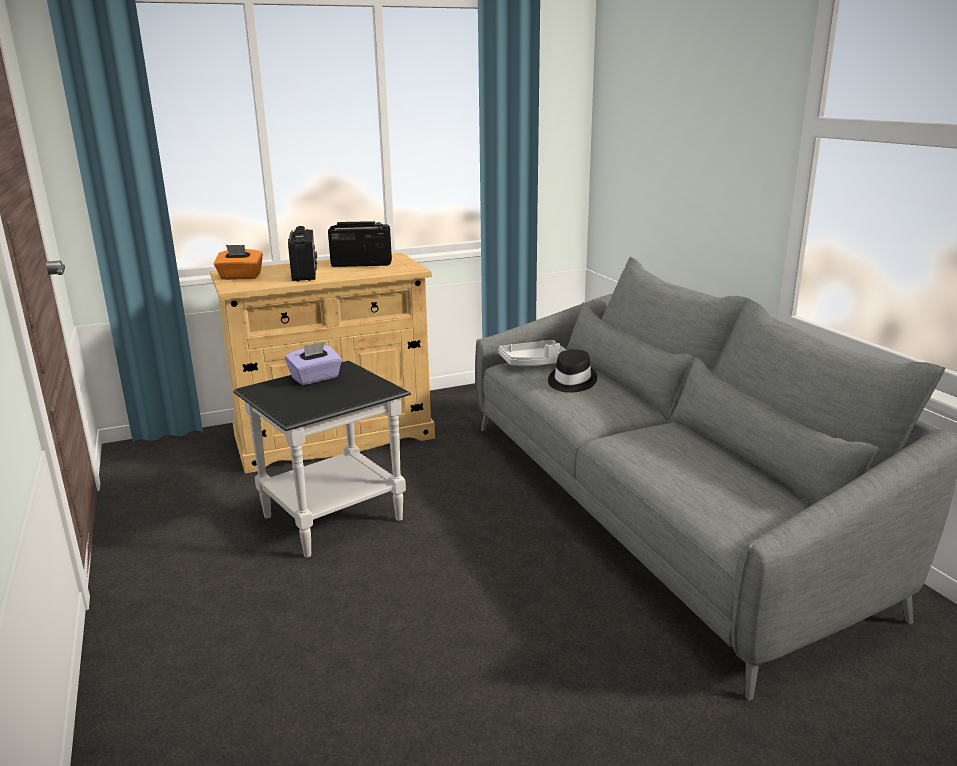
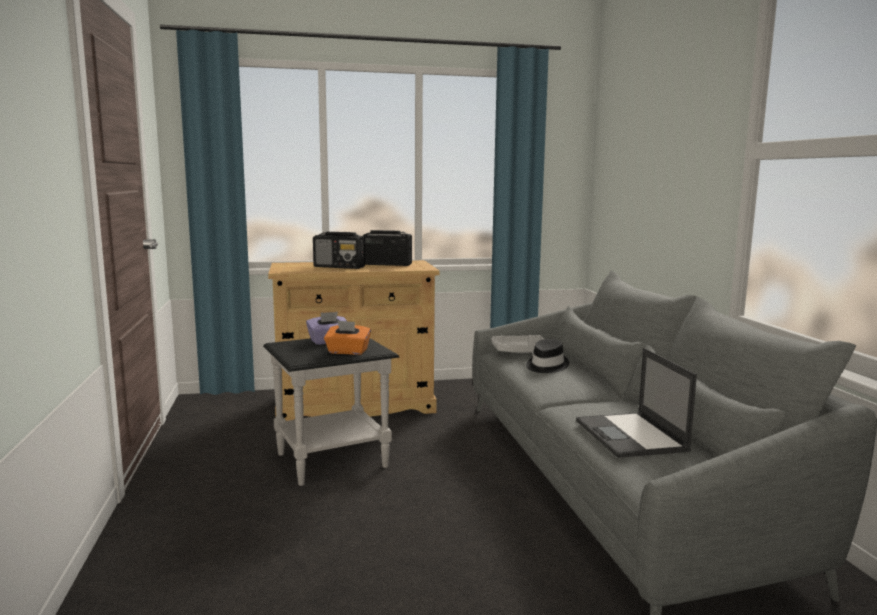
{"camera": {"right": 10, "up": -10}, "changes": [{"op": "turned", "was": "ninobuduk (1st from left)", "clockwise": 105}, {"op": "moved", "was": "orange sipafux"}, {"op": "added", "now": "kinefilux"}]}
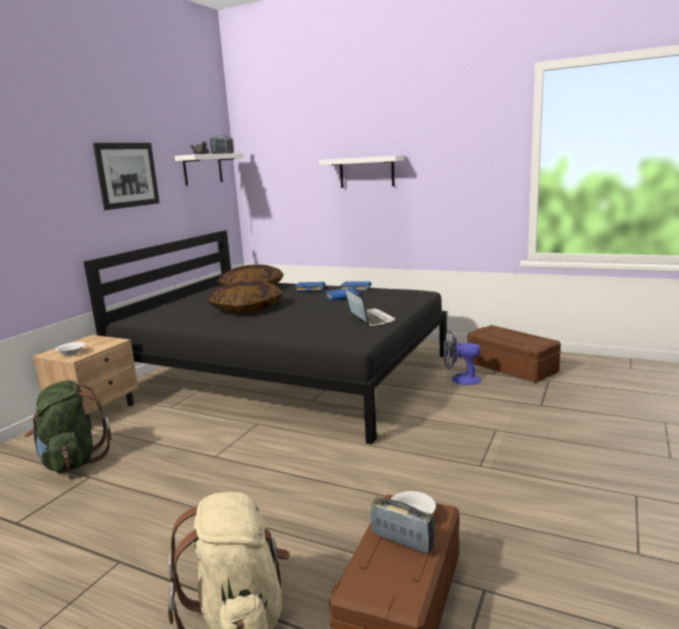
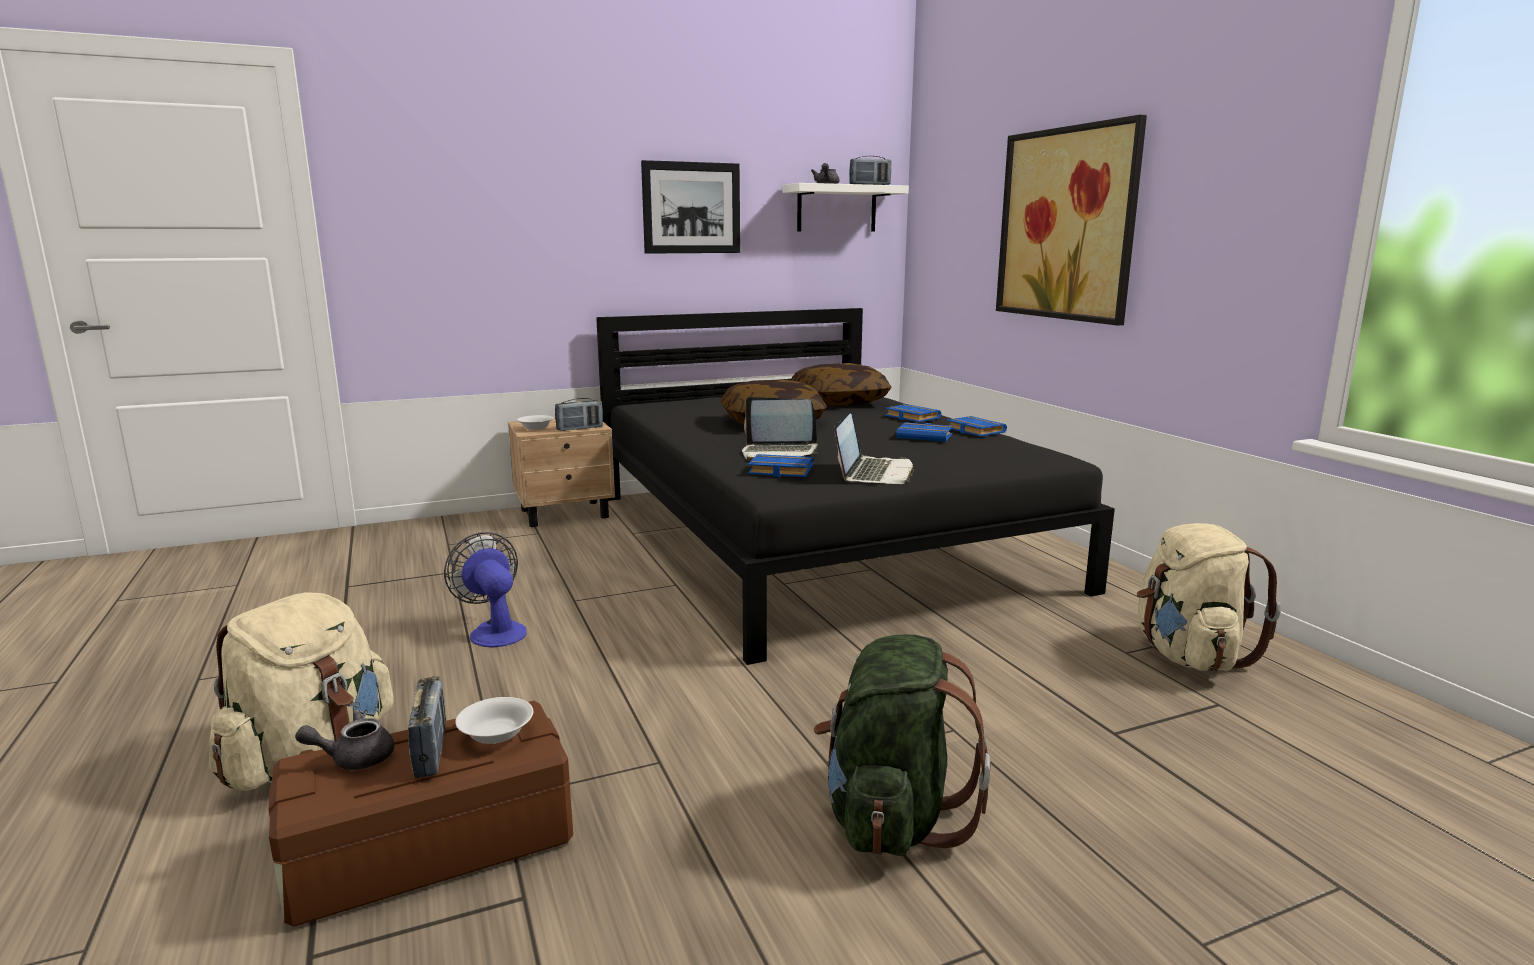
{"camera": {"right": 40, "up": 0}, "changes": [{"op": "replaced", "was": "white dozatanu (2nd from left)", "now": "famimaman (2nd from left)"}, {"op": "replaced", "was": "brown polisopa (2nd from left)", "now": "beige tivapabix (2nd from left)"}, {"op": "moved", "was": "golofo"}, {"op": "moved", "was": "green tivapabix"}, {"op": "added", "now": "kinefilux (1st from left)"}, {"op": "added", "now": "ninobuduk (2nd from left)"}, {"op": "added", "now": "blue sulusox (1st from left)"}, {"op": "added", "now": "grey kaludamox (1st from left)"}]}
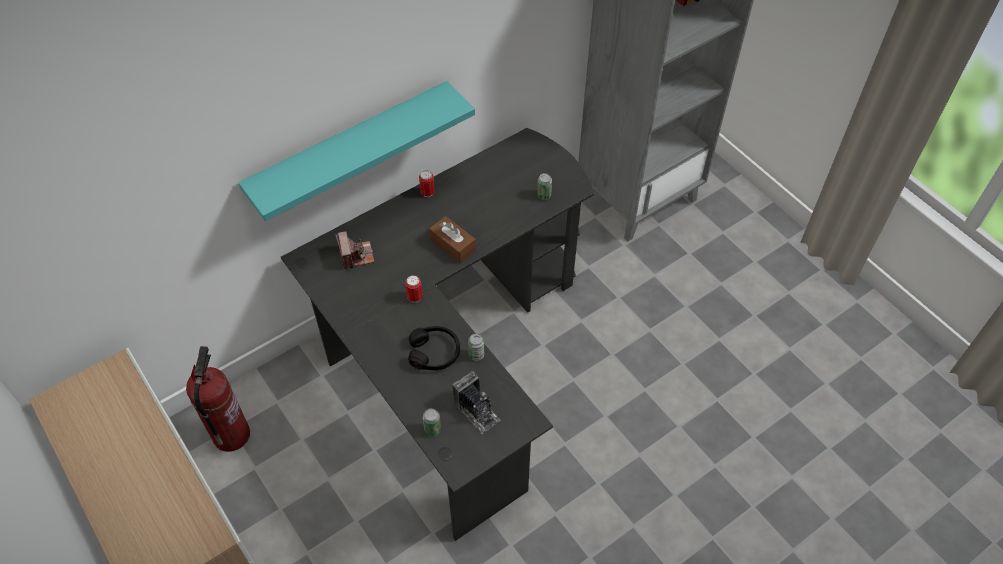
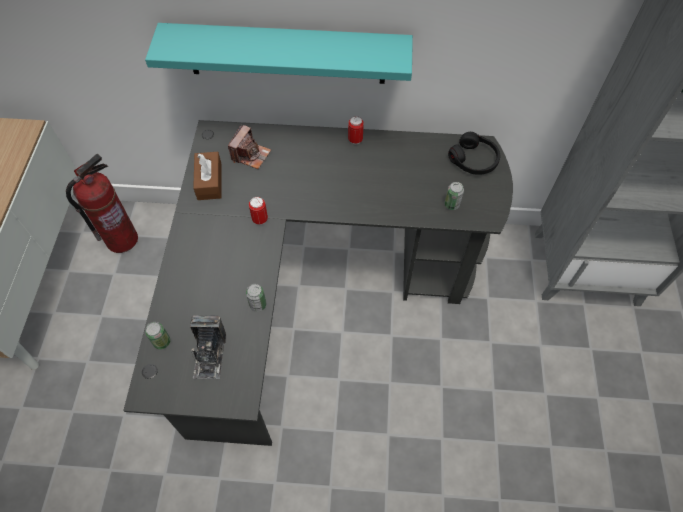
{"camera": {"right": 40, "up": 5}, "changes": [{"op": "moved", "was": "brown sipafux"}, {"op": "moved", "was": "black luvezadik"}]}
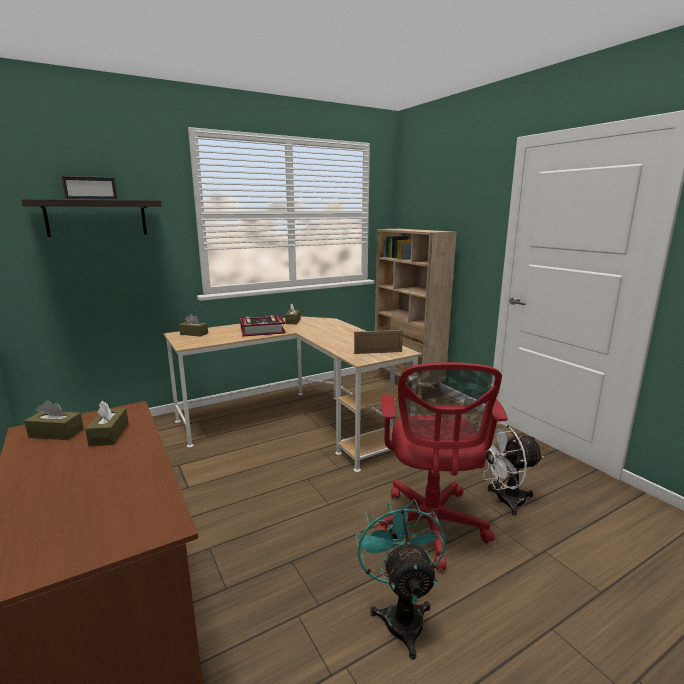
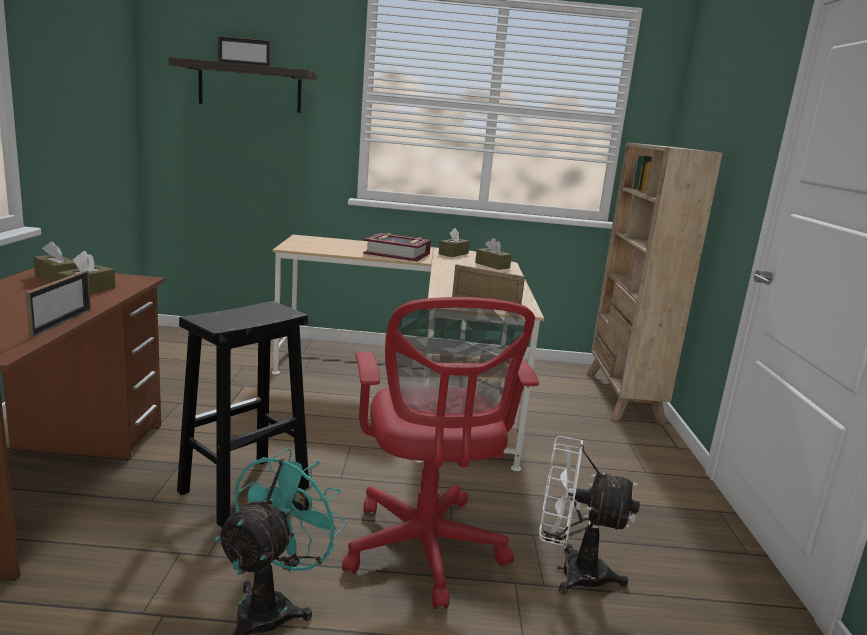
{"camera": {"right": 30, "up": 0}, "changes": [{"op": "moved", "was": "brown sipafux (3rd from left in the first image)", "now": "brown sipafux (4th from left)"}, {"op": "turned", "was": "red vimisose", "clockwise": -45}, {"op": "added", "now": "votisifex (1st from left)"}, {"op": "added", "now": "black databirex"}]}
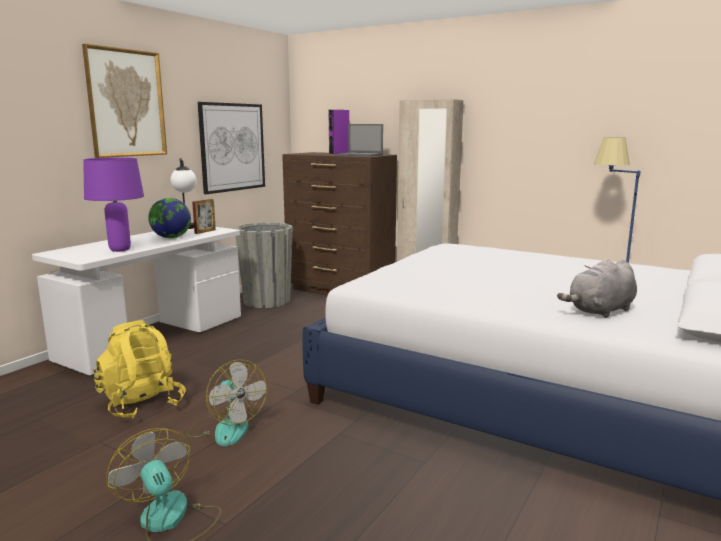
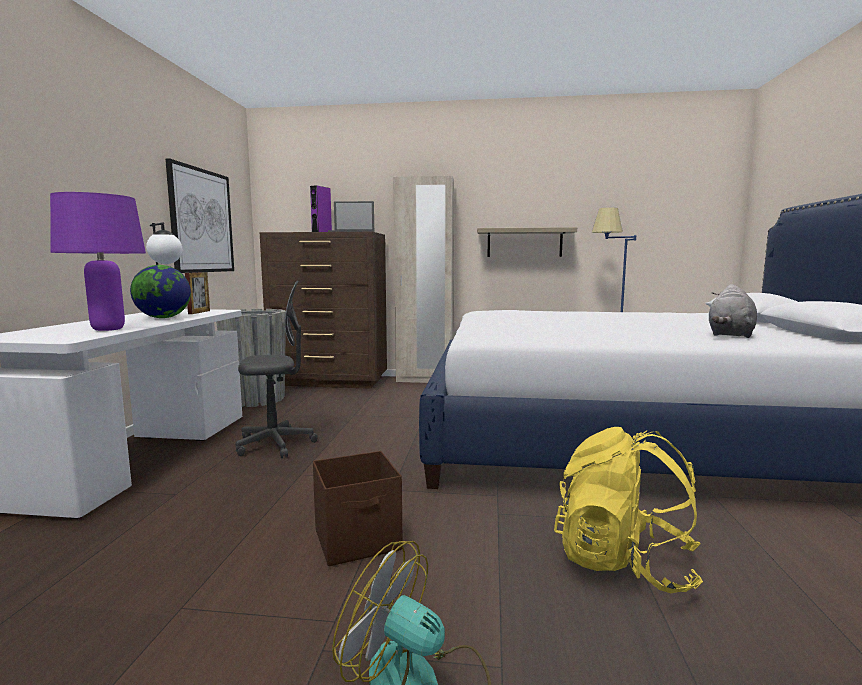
{"camera": {"right": -25, "up": -5}, "changes": [{"op": "removed", "was": "famimaman (1st from left)"}, {"op": "moved", "was": "yellow tivapabix"}, {"op": "replaced", "was": "golofo (2nd from left)", "now": "brown polisopa"}, {"op": "added", "now": "dozatanu"}, {"op": "added", "now": "grey vimisose"}]}
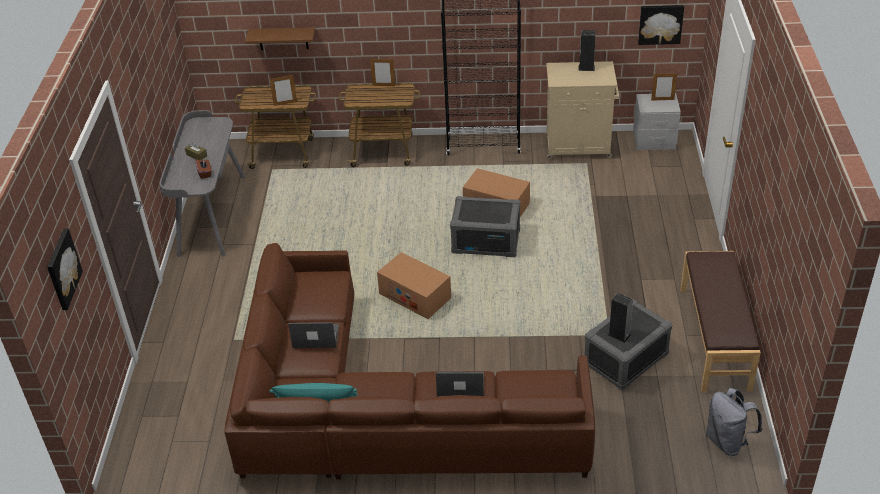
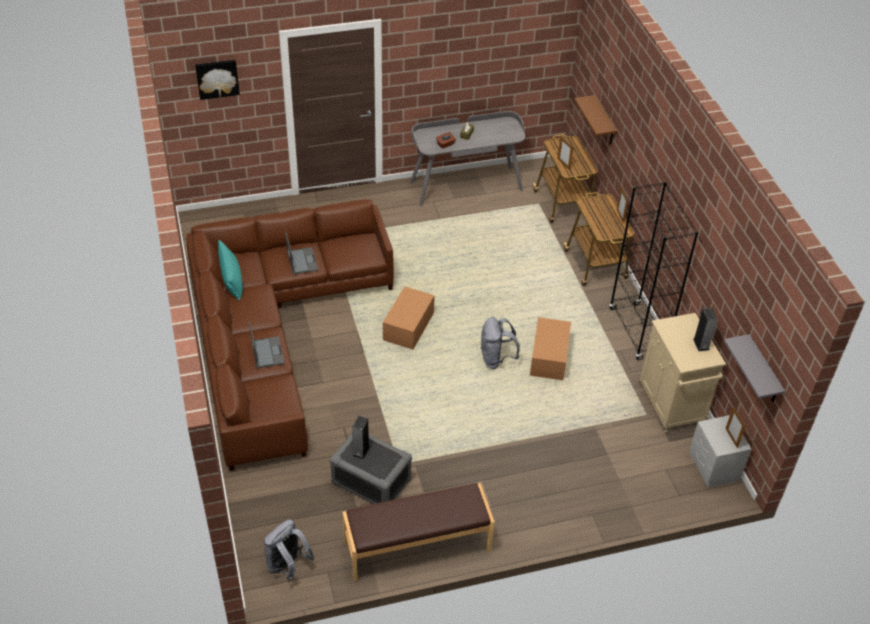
{"camera": {"right": 70, "up": 5}, "changes": [{"op": "replaced", "was": "famimaman (2nd from left)", "now": "grey dozatanu"}, {"op": "replaced", "was": "grey polisopa (1st from left)", "now": "grey tivapabix (2nd from left)"}]}
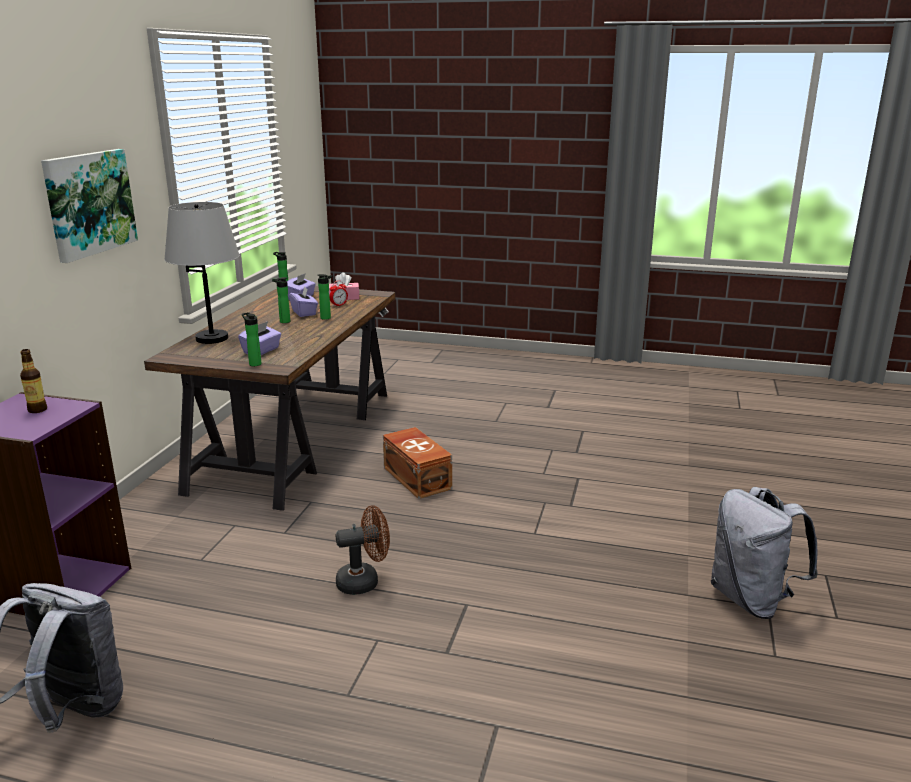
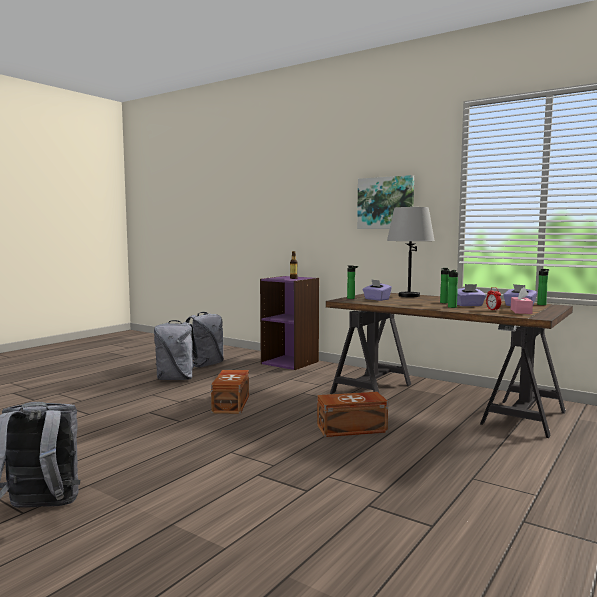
{"camera": {"right": 110, "up": -15}, "changes": [{"op": "replaced", "was": "brown golofo", "now": "brown polisopa (1st from left)"}, {"op": "added", "now": "grey tivapabix (2nd from left)"}]}
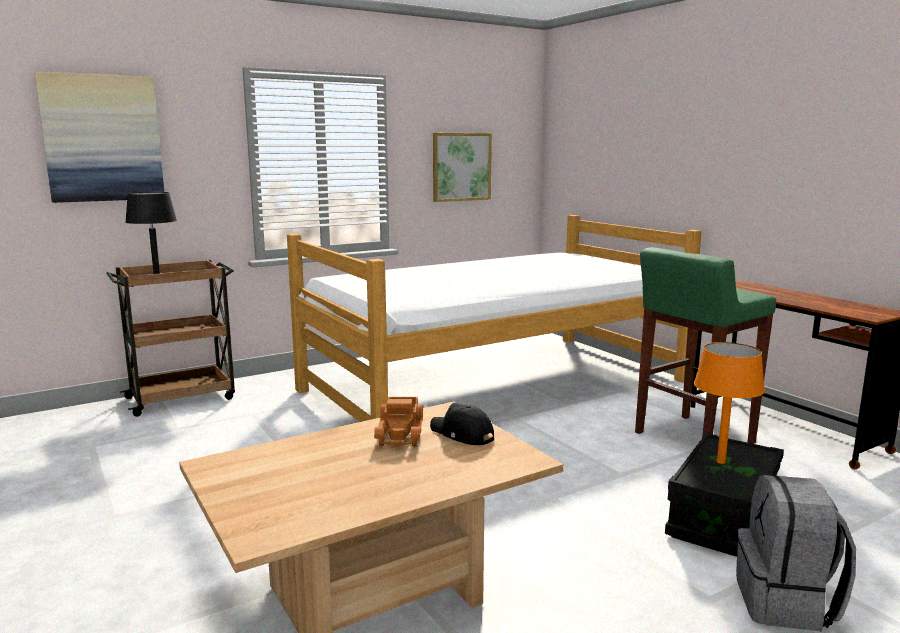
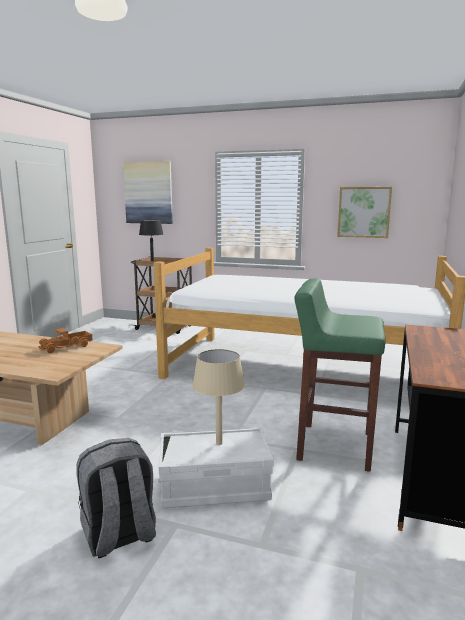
{"camera": {"right": 50, "up": 0}, "changes": [{"op": "recoloured", "was": "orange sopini", "now": "beige sopini"}, {"op": "removed", "was": "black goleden"}, {"op": "recoloured", "was": "black polisopa", "now": "white polisopa"}]}
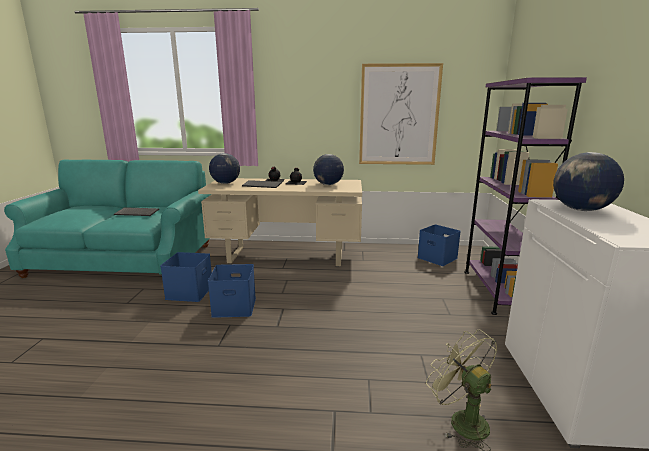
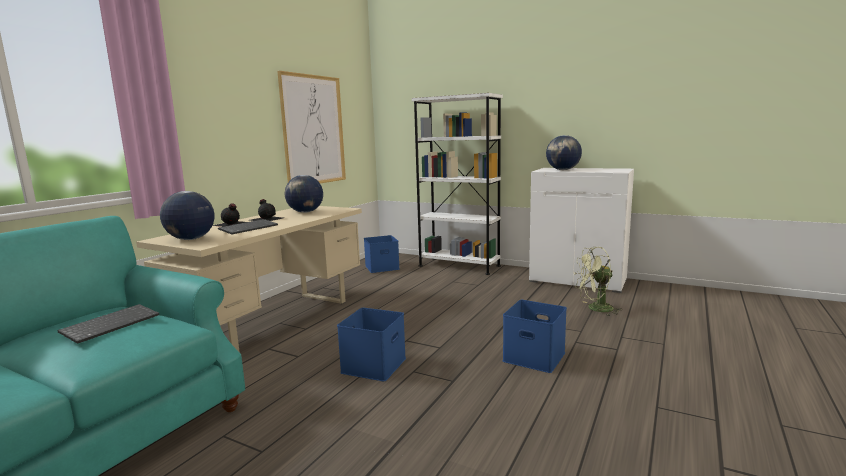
{"camera": {"right": -65, "up": -5}, "changes": [{"op": "recoloured", "was": "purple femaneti", "now": "white femaneti"}, {"op": "moved", "was": "blue polisopa (1st from left in the first image)", "now": "blue polisopa (3rd from left)"}]}
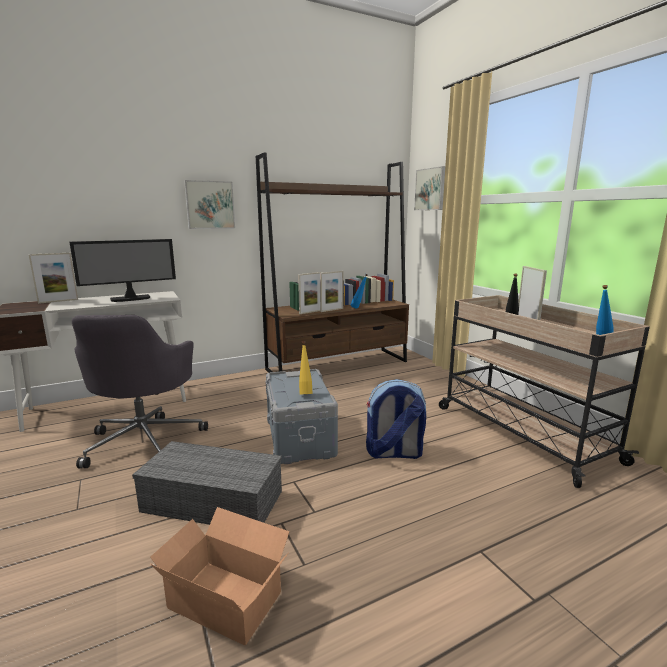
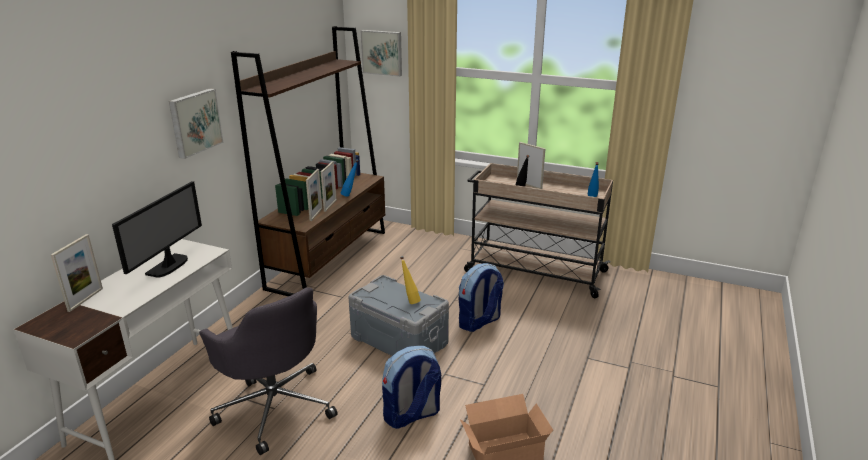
{"camera": {"right": -40, "up": 10}, "changes": [{"op": "replaced", "was": "grey polisopa (1st from left)", "now": "tivapabix (1st from left)"}]}
